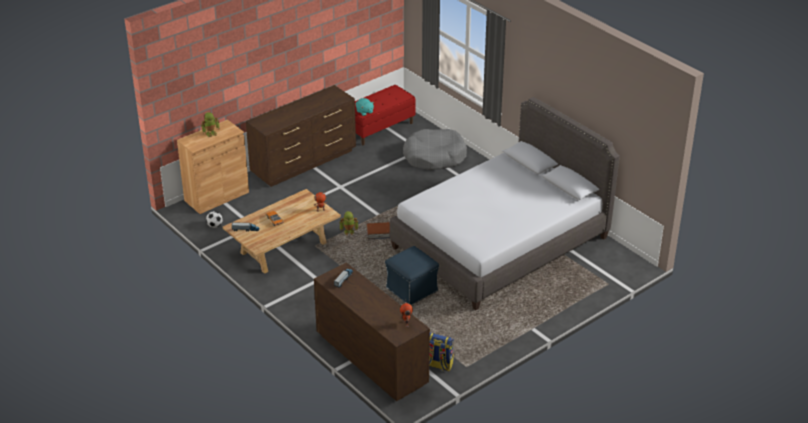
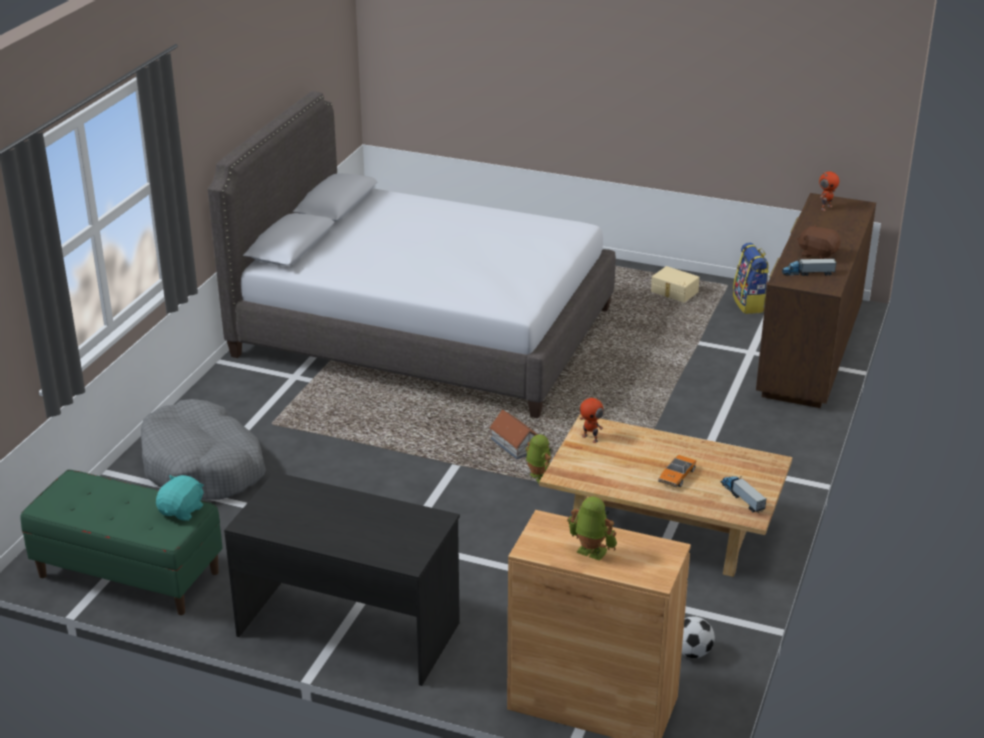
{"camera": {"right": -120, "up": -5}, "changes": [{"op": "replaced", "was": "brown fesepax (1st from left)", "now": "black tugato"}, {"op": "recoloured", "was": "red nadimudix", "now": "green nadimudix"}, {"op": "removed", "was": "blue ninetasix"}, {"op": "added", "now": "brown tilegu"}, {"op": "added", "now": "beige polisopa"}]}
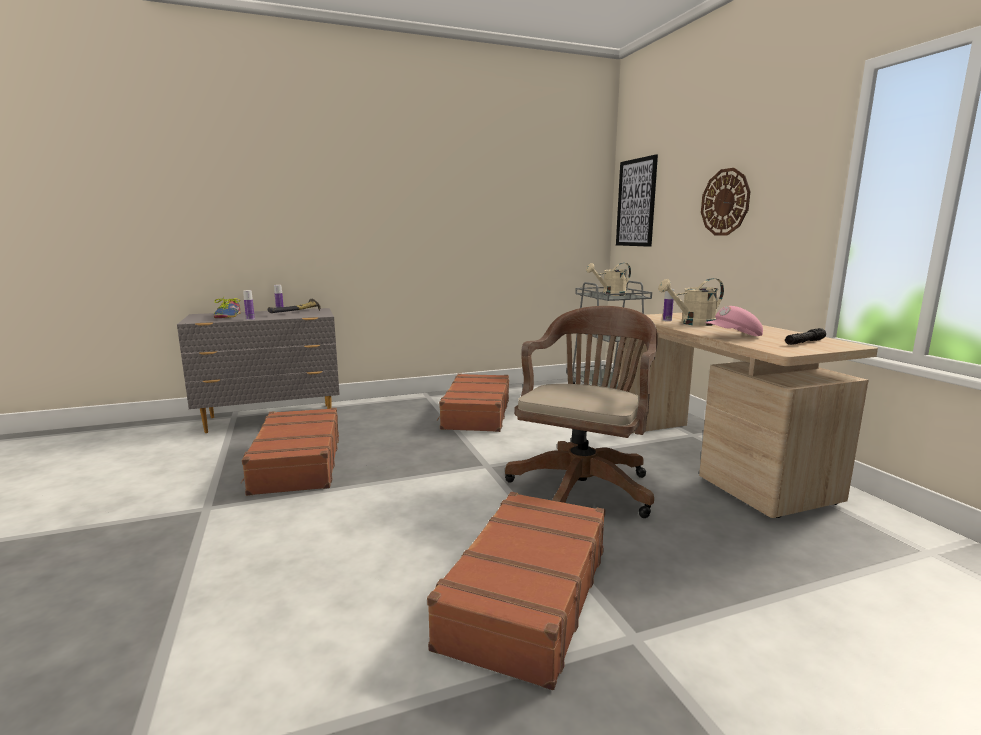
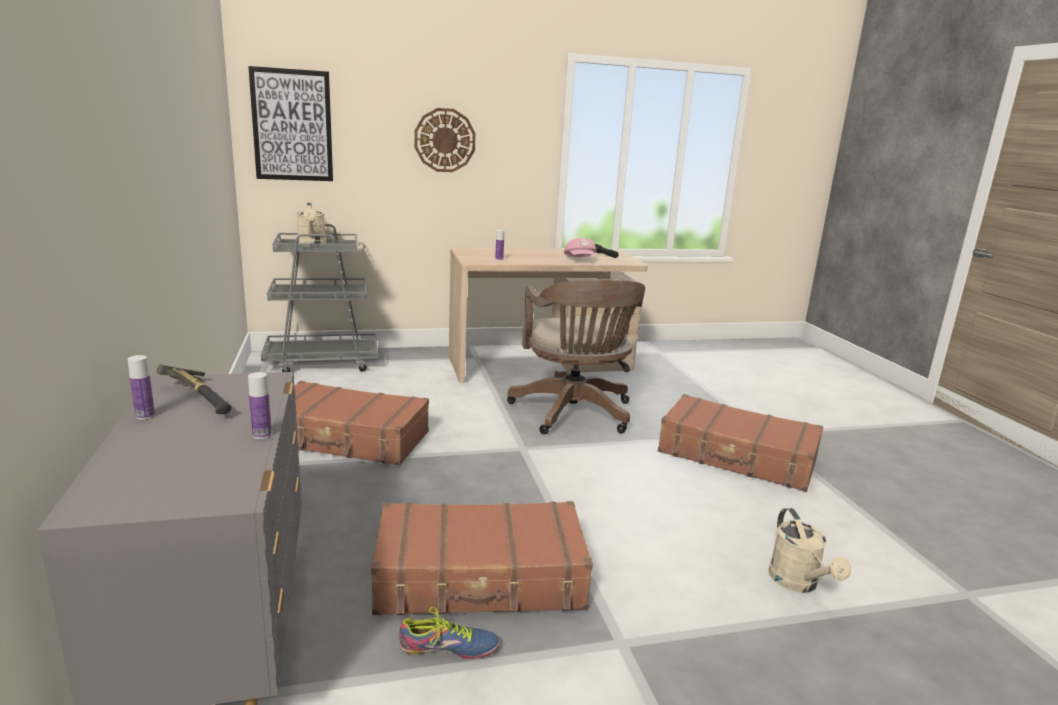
{"camera": {"right": -85, "up": 5}, "changes": [{"op": "moved", "was": "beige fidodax (2nd from left)"}, {"op": "moved", "was": "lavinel"}, {"op": "turned", "was": "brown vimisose", "clockwise": -135}]}
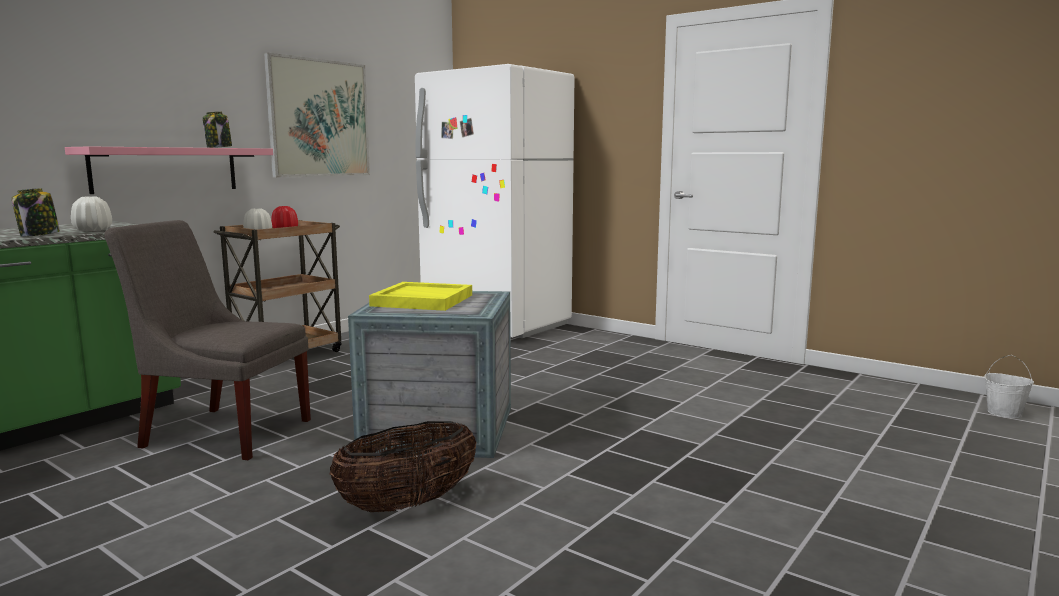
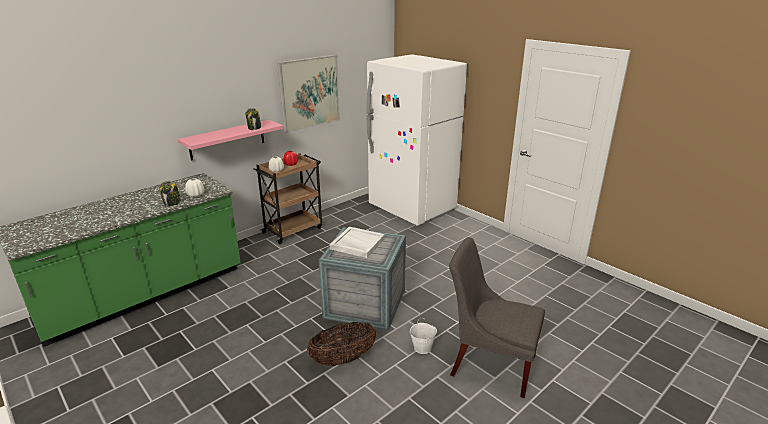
{"camera": {"right": 10, "up": 15}, "changes": [{"op": "moved", "was": "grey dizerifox"}, {"op": "recoloured", "was": "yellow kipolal", "now": "white kipolal"}, {"op": "moved", "was": "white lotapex"}]}
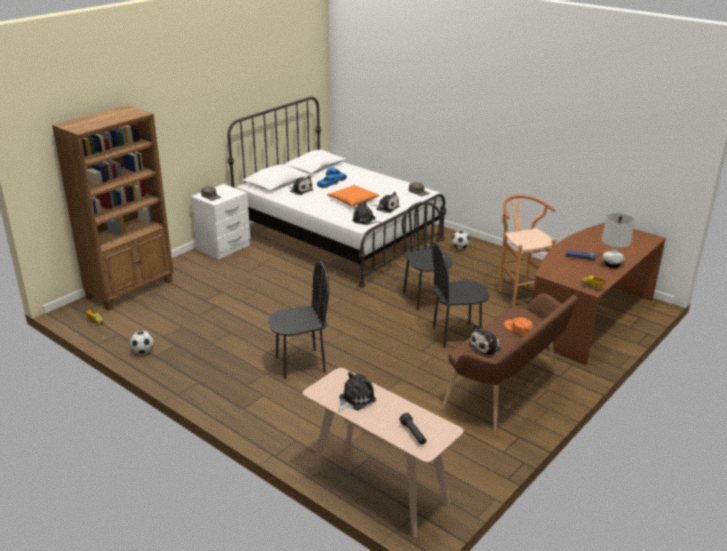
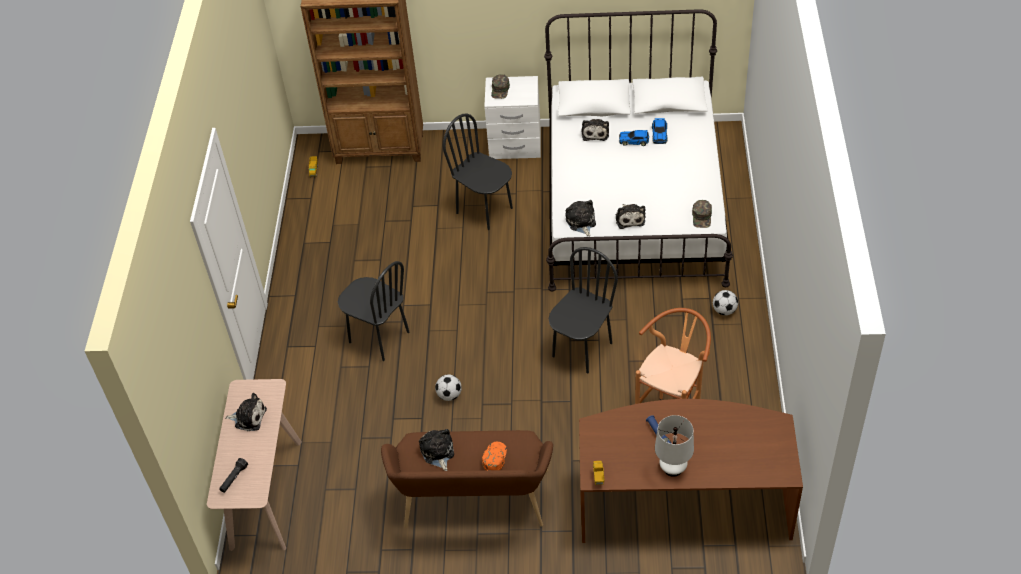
{"camera": {"right": 55, "up": 20}, "changes": [{"op": "removed", "was": "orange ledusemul"}, {"op": "moved", "was": "black dizerifox (3rd from left in the first image)", "now": "black dizerifox (2nd from left)"}, {"op": "turned", "was": "tilegu (5th from left in the first image)", "clockwise": 60}, {"op": "moved", "was": "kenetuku (1st from left)"}]}
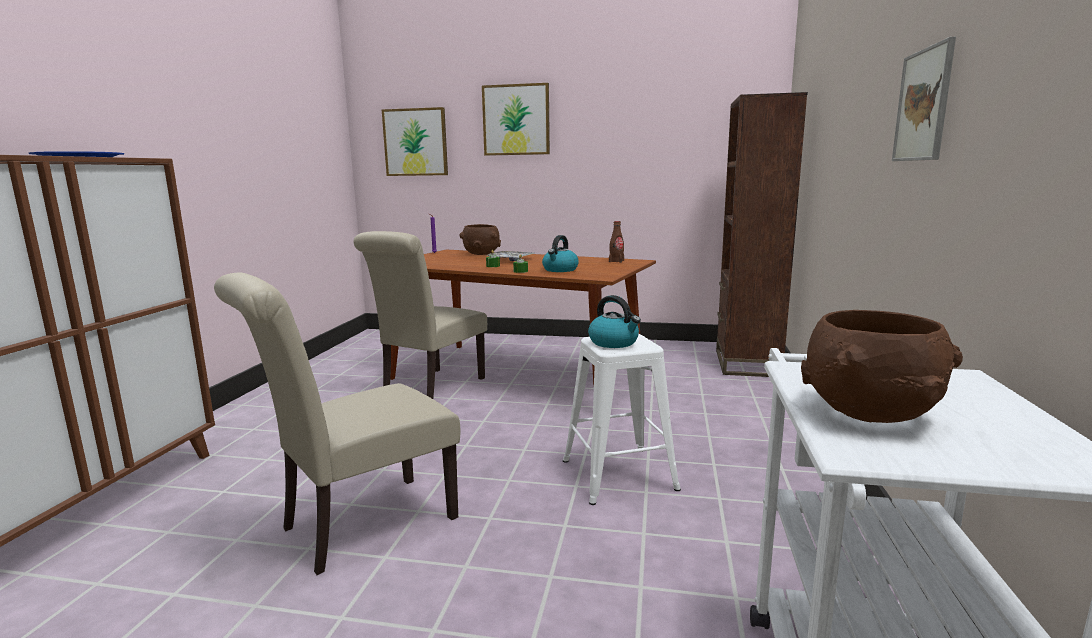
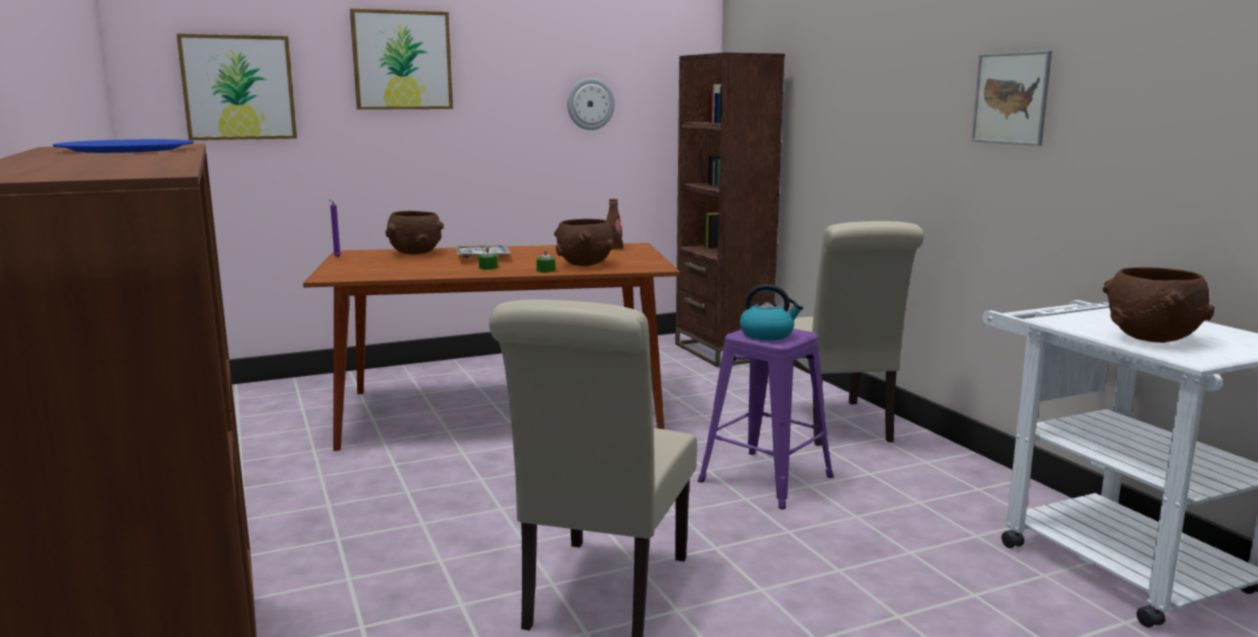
{"camera": {"right": -35, "up": 0}, "changes": [{"op": "moved", "was": "beige dizerifox (2nd from left)"}, {"op": "replaced", "was": "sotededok (1st from left)", "now": "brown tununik (2nd from left)"}, {"op": "recoloured", "was": "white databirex", "now": "purple databirex"}, {"op": "added", "now": "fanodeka"}]}
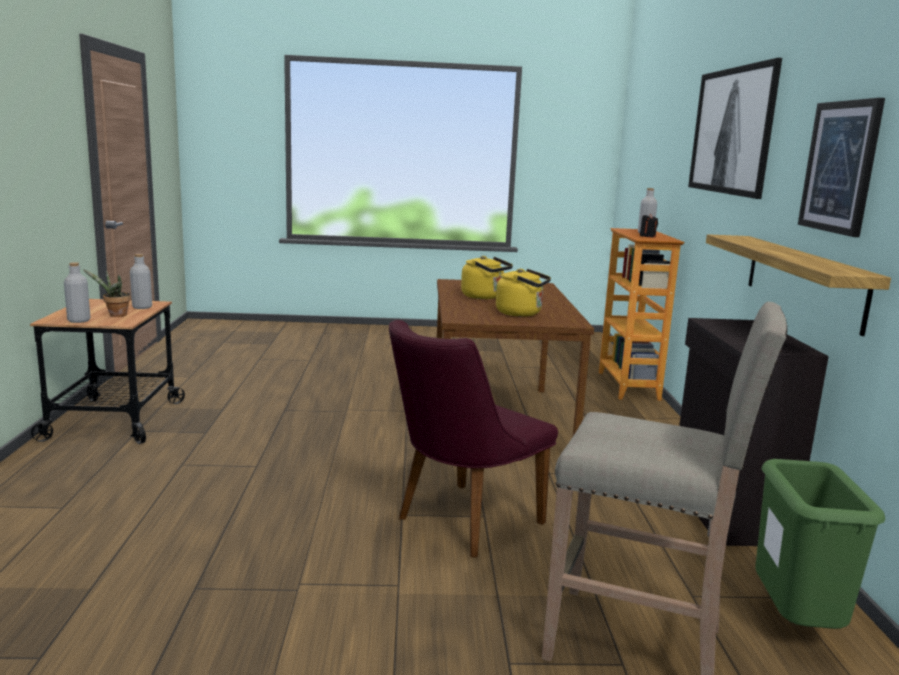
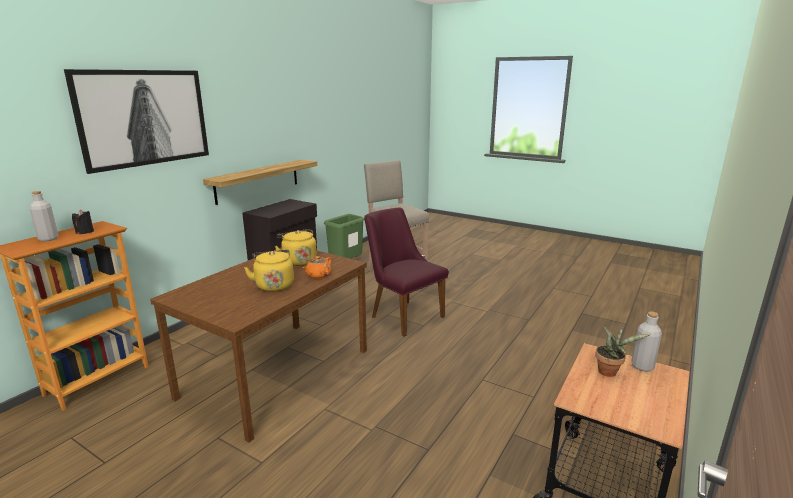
{"camera": {"right": -145, "up": 5}, "changes": [{"op": "removed", "was": "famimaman (2nd from left)"}, {"op": "removed", "was": "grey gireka (2nd from left)"}, {"op": "turned", "was": "purple dizerifox", "clockwise": -120}, {"op": "added", "now": "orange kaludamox"}]}
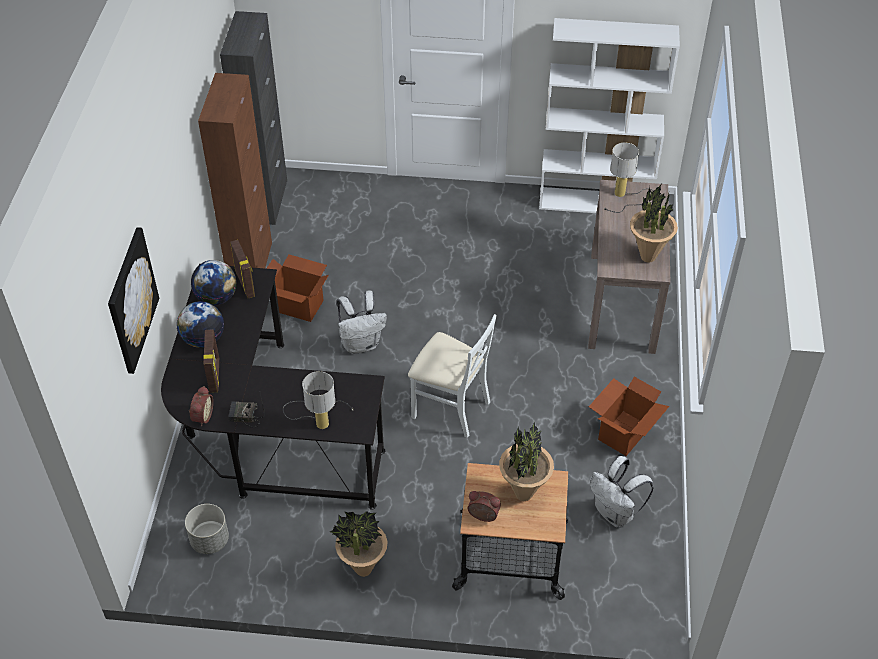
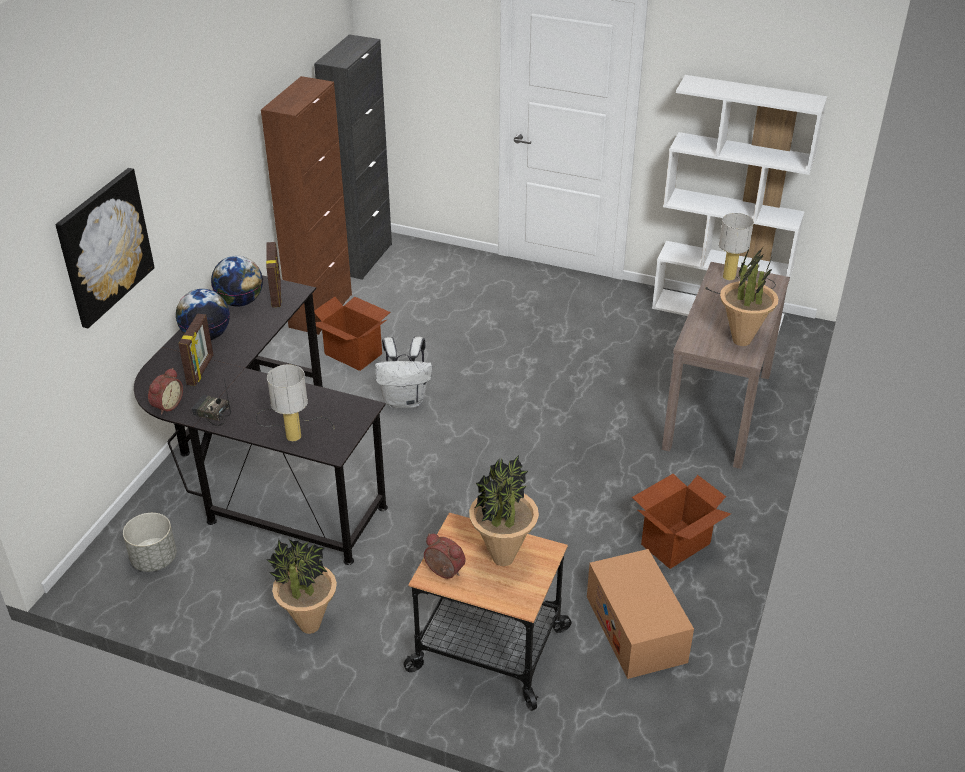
{"camera": {"right": 15, "up": -10}, "changes": [{"op": "removed", "was": "white dizerifox"}, {"op": "replaced", "was": "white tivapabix (2nd from left)", "now": "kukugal (2nd from left)"}]}
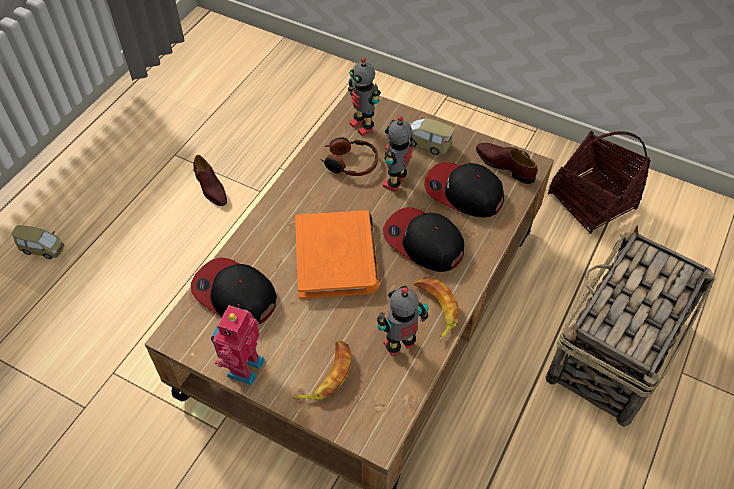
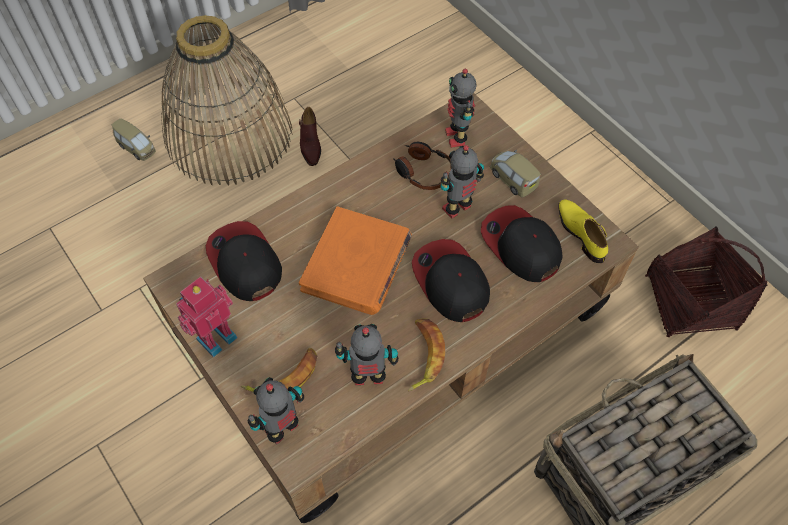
{"camera": {"right": 25, "up": 5}, "changes": [{"op": "recoloured", "was": "brown lavinel (2nd from left)", "now": "yellow lavinel"}, {"op": "added", "now": "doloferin (1st from left)"}, {"op": "added", "now": "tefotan (2nd from left)"}]}
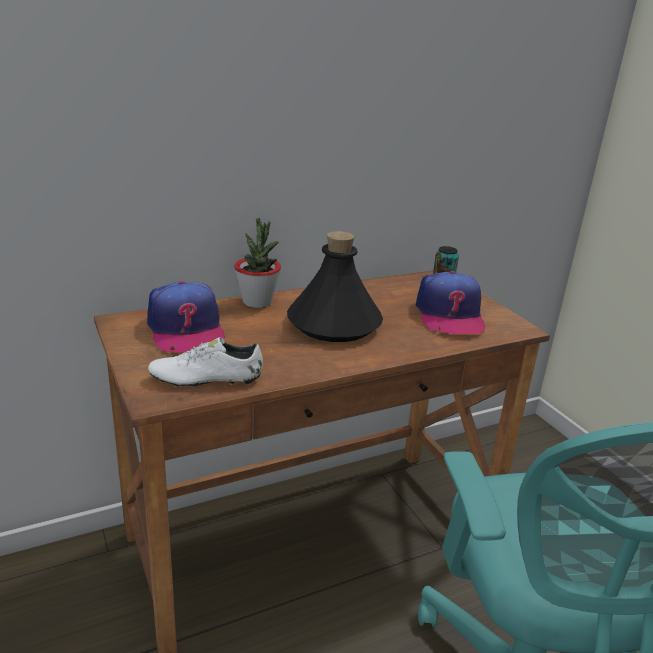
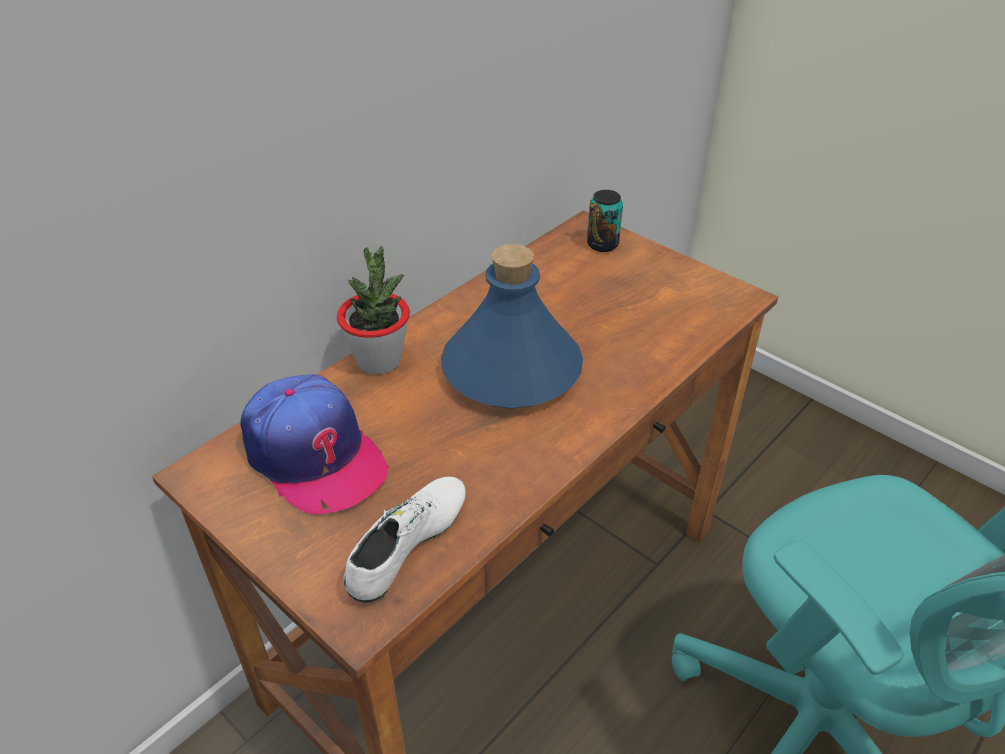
{"camera": {"right": -20, "up": 15}, "changes": [{"op": "recoloured", "was": "black gireka", "now": "blue gireka"}, {"op": "removed", "was": "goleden (2nd from left)"}, {"op": "turned", "was": "white lavinel", "clockwise": 150}]}
